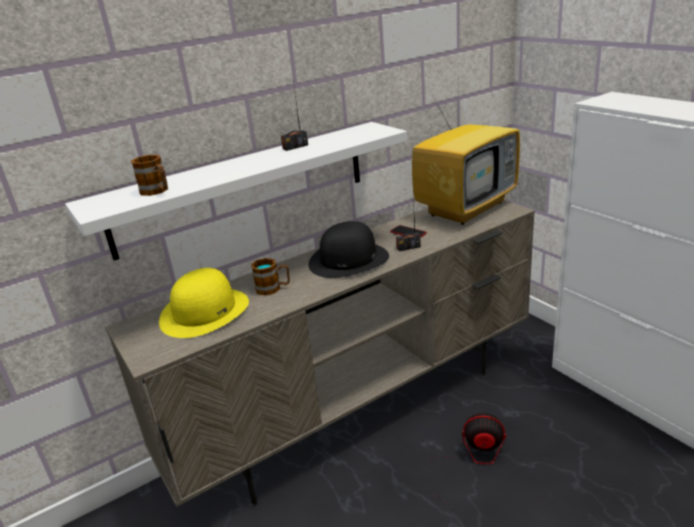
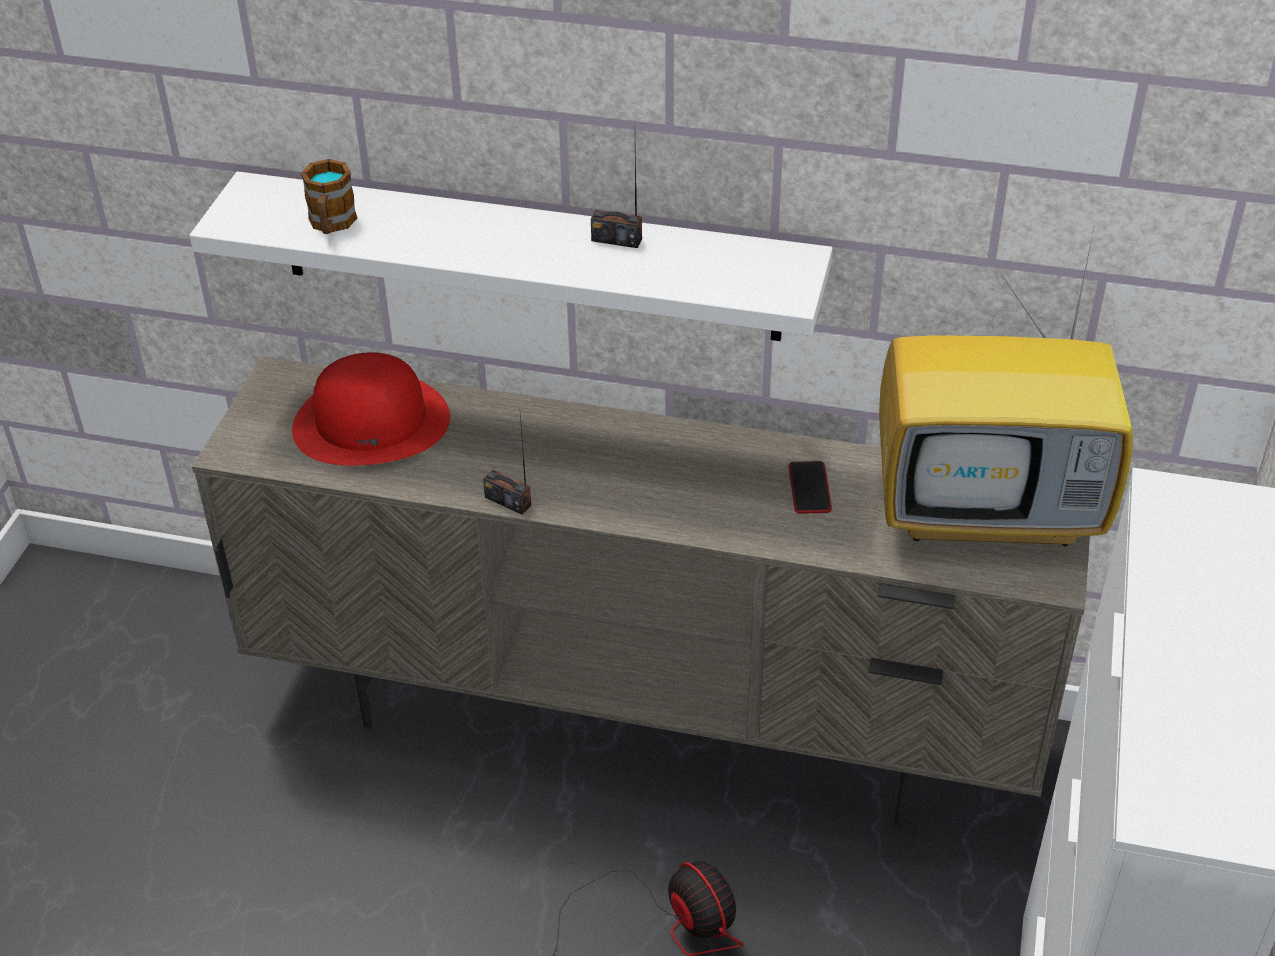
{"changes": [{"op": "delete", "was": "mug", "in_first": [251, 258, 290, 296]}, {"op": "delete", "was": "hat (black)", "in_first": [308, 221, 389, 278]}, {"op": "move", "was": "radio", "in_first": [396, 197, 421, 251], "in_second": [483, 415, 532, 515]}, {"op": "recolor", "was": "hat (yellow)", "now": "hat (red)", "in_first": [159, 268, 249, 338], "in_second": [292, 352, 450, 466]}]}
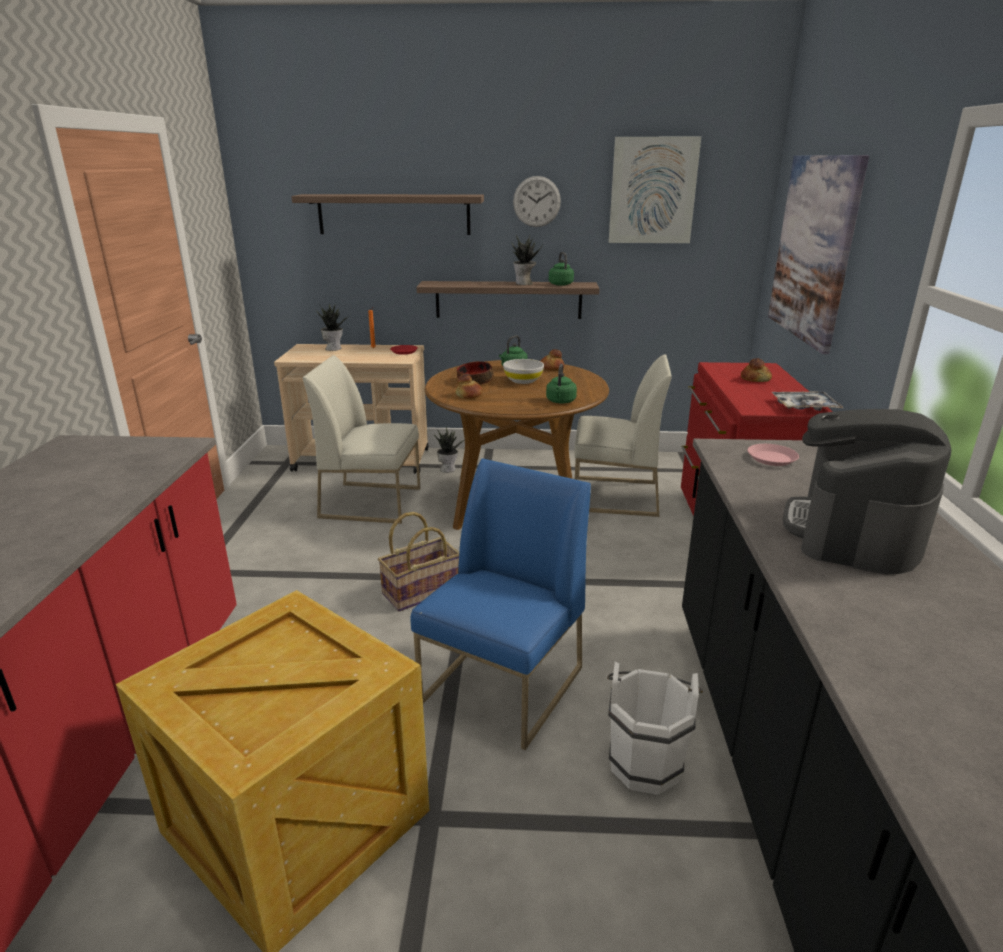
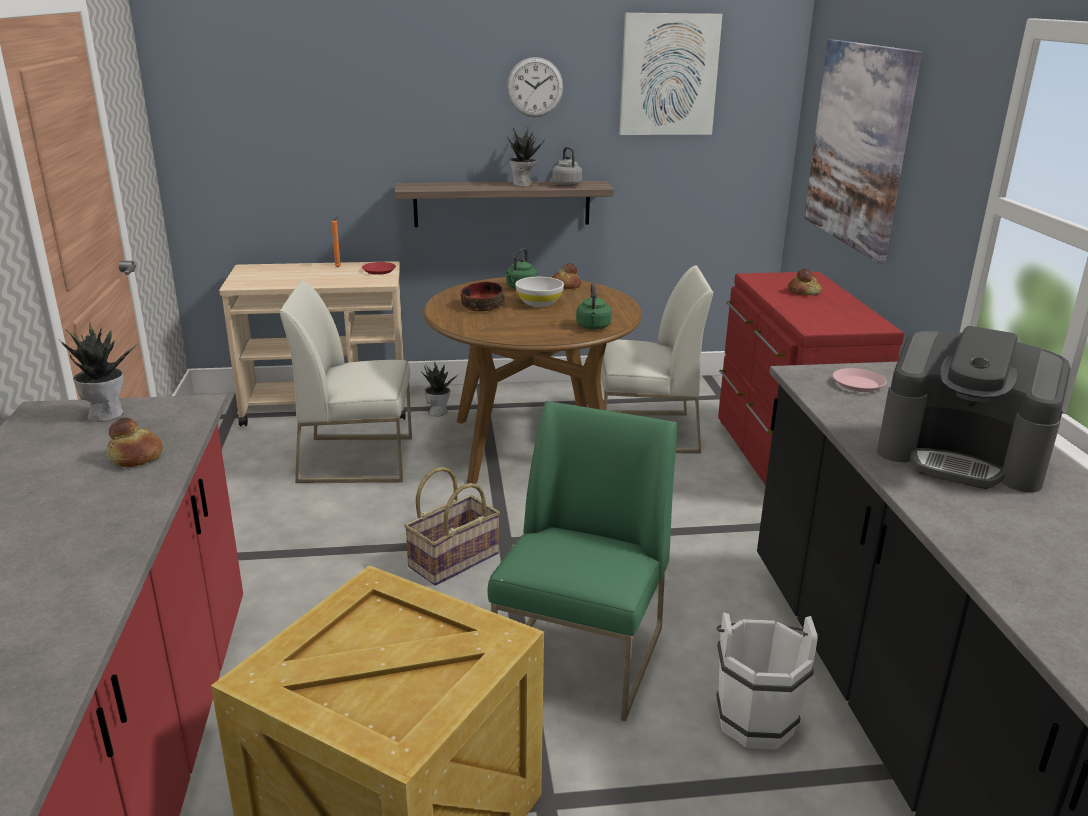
{"changes": [{"op": "delete", "was": "shelf", "in_first": [291, 194, 484, 235]}, {"op": "delete", "was": "tray", "in_first": [772, 392, 843, 411]}, {"op": "move", "was": "potted plant", "in_first": [316, 303, 350, 351], "in_second": [61, 320, 138, 422]}, {"op": "move", "was": "bread", "in_first": [455, 374, 483, 399], "in_second": [107, 418, 163, 467]}, {"op": "recolor", "was": "chair (blue)", "now": "chair (green)", "in_first": [411, 458, 591, 750], "in_second": [488, 401, 677, 721]}, {"op": "recolor", "was": "kettle (green)", "now": "kettle (grey)", "in_first": [549, 252, 574, 286], "in_second": [552, 147, 582, 187]}, {"op": "rotate", "was": "coffee machine", "in_first": [783, 409, 951, 574], "in_second": [877, 326, 1071, 493], "clockwise": -75}]}
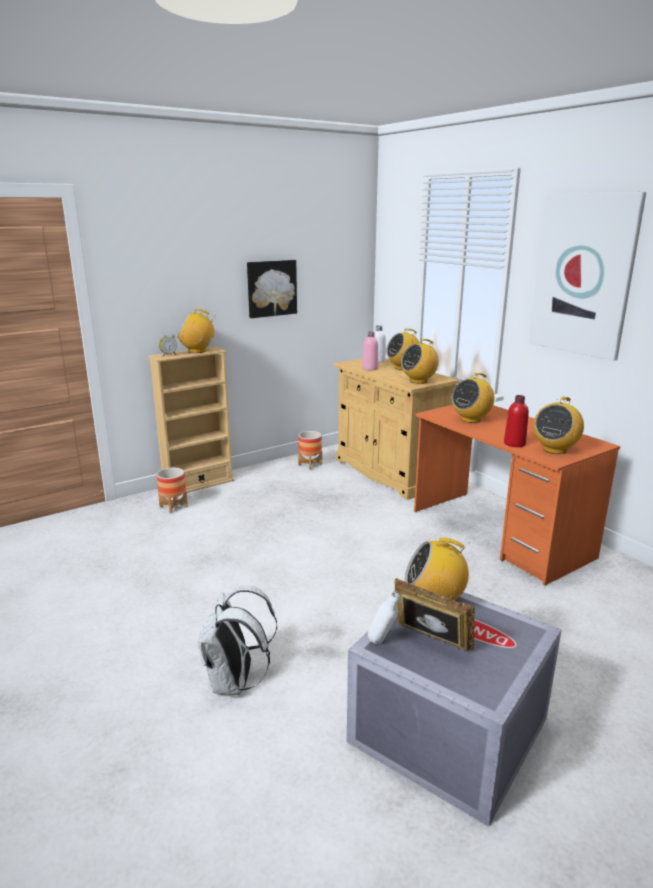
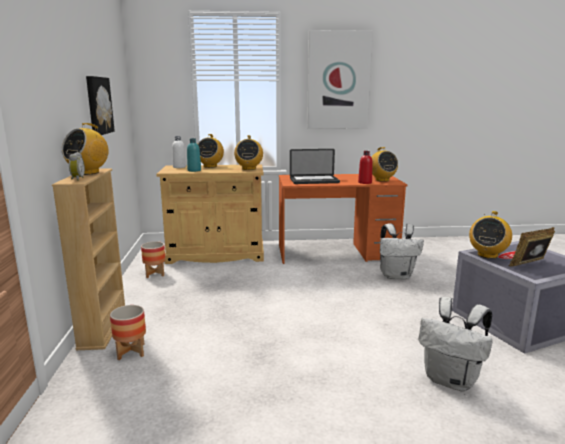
{"changes": [{"op": "delete", "was": "bottle (white)", "in_first": [368, 591, 400, 644]}, {"op": "insert", "now": "backpack (white)", "in_second": [380, 223, 424, 279]}, {"op": "replace", "was": "radio", "now": "laptop", "in_first": [452, 373, 495, 423], "in_second": [290, 149, 340, 184]}, {"op": "recolor", "was": "bottle (pink)", "now": "bottle (turquoise)", "in_first": [362, 331, 378, 370], "in_second": [187, 138, 201, 172]}]}
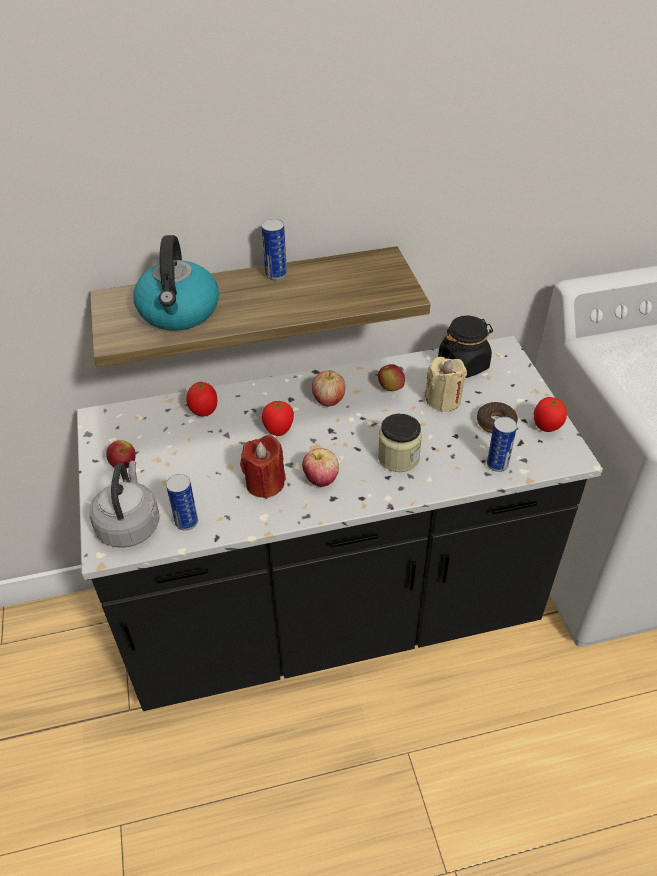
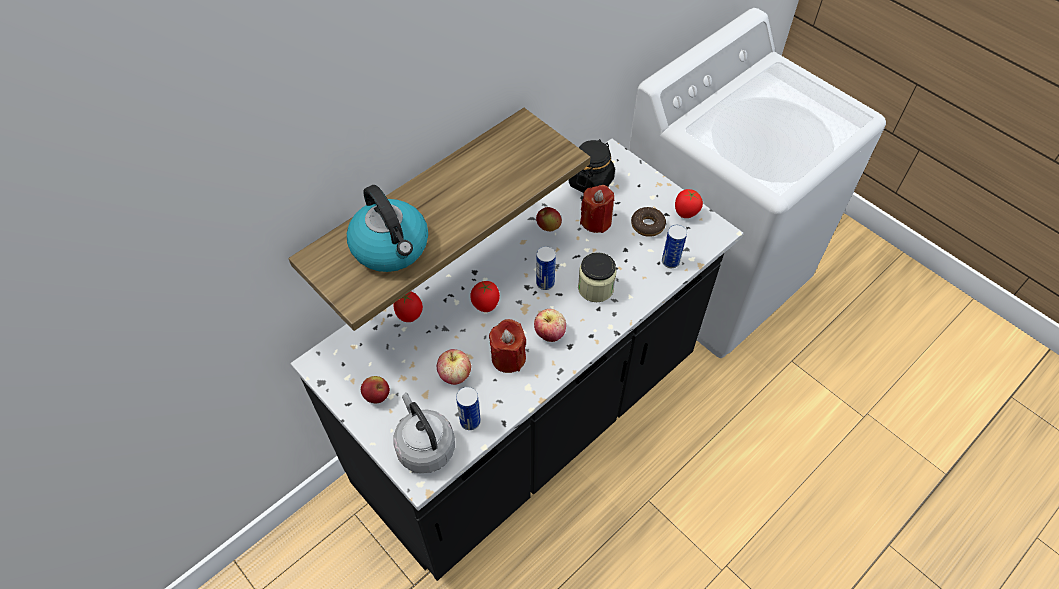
{"changes": [{"op": "move", "was": "can", "in_first": [261, 219, 287, 280], "in_second": [536, 246, 556, 290]}, {"op": "move", "was": "apple", "in_first": [312, 370, 345, 406], "in_second": [437, 349, 471, 385]}, {"op": "recolor", "was": "candle (beige)", "now": "candle (red)", "in_first": [425, 357, 467, 412], "in_second": [580, 185, 614, 233]}]}
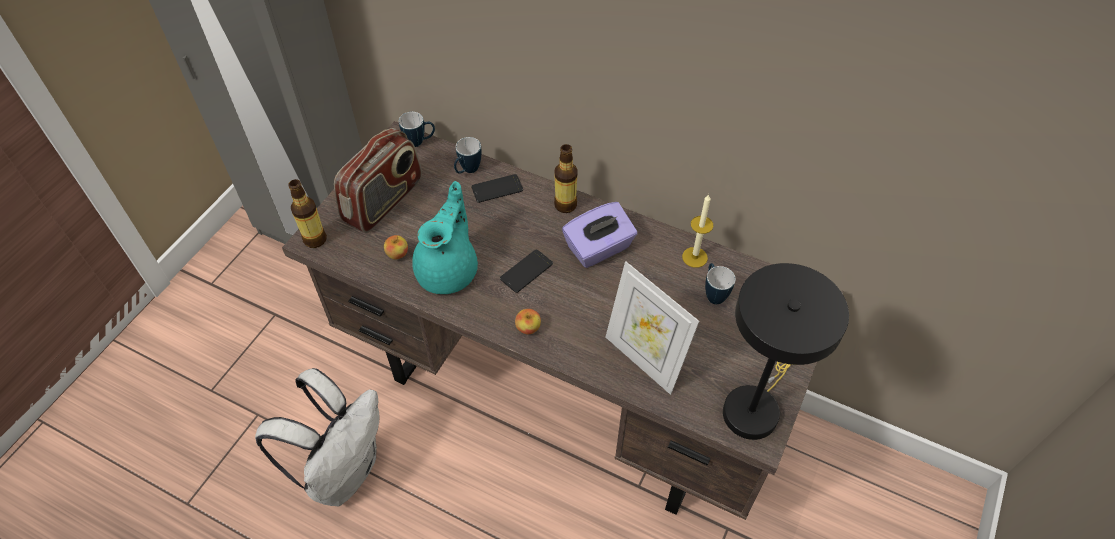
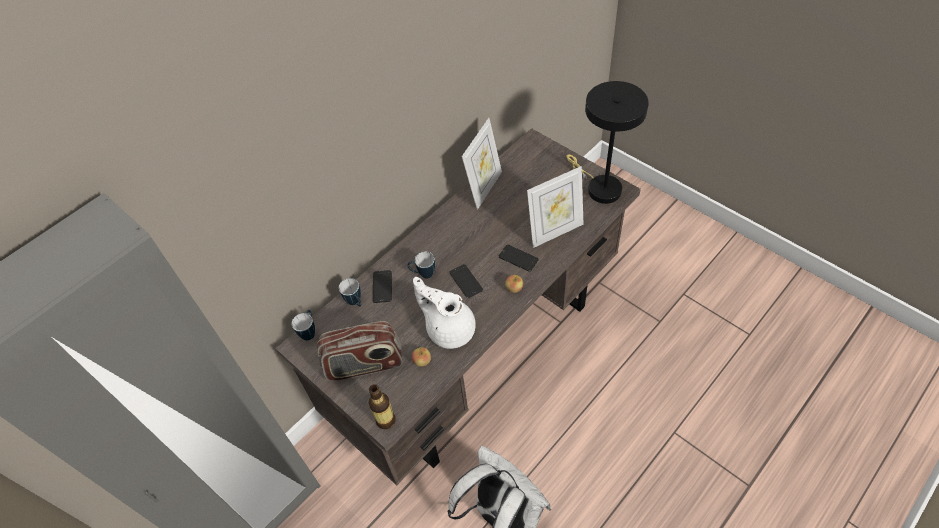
{"changes": [{"op": "delete", "was": "bottle", "in_first": [554, 144, 578, 213]}, {"op": "delete", "was": "tissue box (purple)", "in_first": [562, 202, 637, 268]}, {"op": "insert", "now": "phone", "in_second": [498, 245, 539, 272]}, {"op": "move", "was": "mug", "in_first": [705, 263, 736, 304], "in_second": [408, 252, 435, 279]}, {"op": "replace", "was": "candle", "now": "picture frame", "in_first": [682, 194, 713, 268], "in_second": [462, 118, 502, 210]}, {"op": "recolor", "was": "teapot (turquoise)", "now": "teapot (white)", "in_first": [412, 181, 478, 294], "in_second": [413, 277, 476, 349]}, {"op": "rotate", "was": "radio", "in_first": [334, 128, 422, 233], "in_second": [317, 321, 403, 381], "clockwise": 120}]}
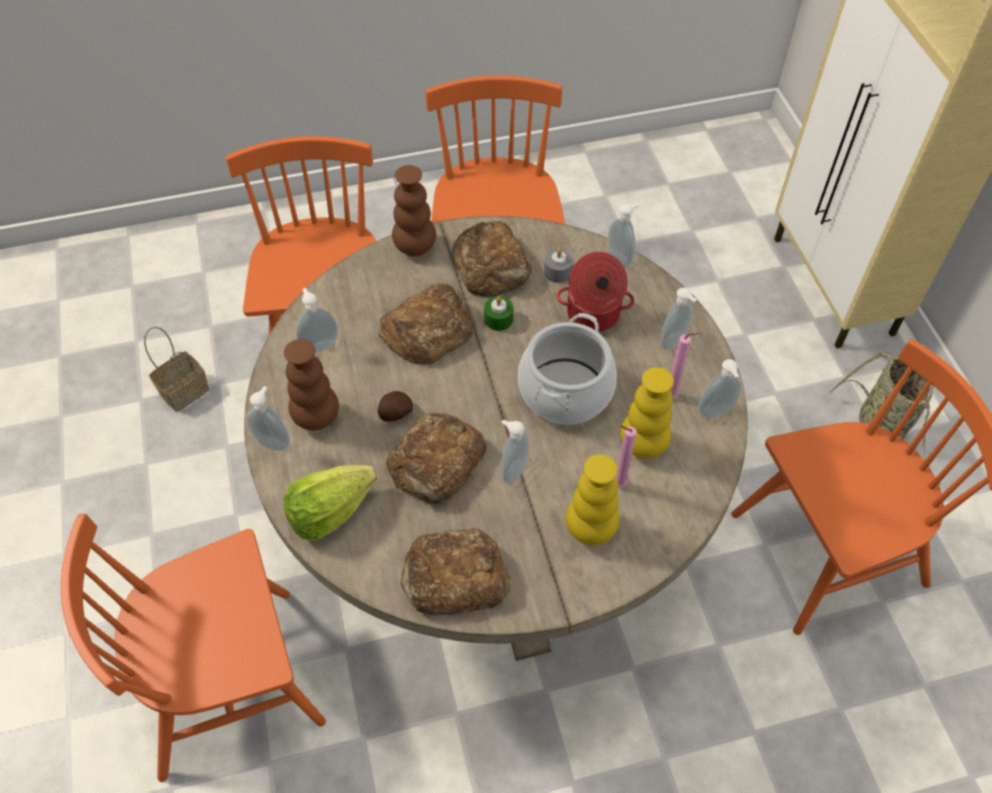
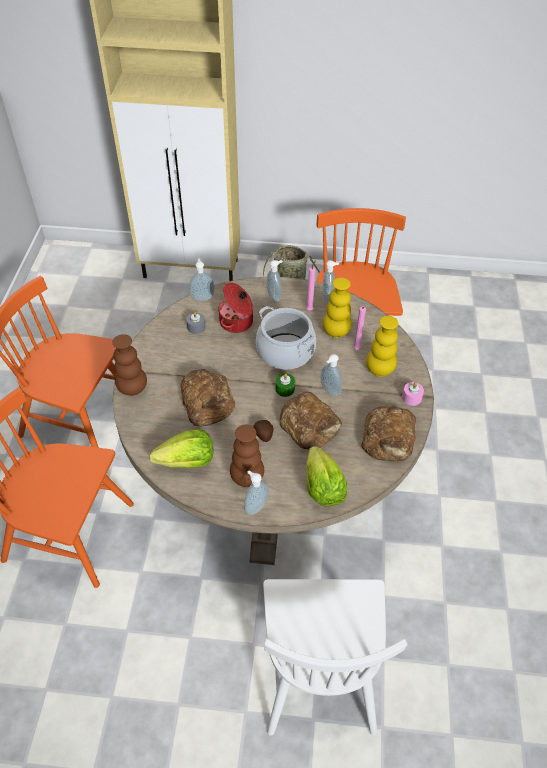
{"changes": [{"op": "delete", "was": "basket", "in_first": [144, 327, 209, 412]}, {"op": "delete", "was": "bread", "in_first": [451, 221, 532, 298]}, {"op": "insert", "now": "candle (pink)", "in_second": [402, 382, 424, 406]}, {"op": "move", "was": "candle (green)", "in_first": [484, 296, 513, 331], "in_second": [275, 373, 295, 397]}, {"op": "replace", "was": "soap dispenser", "now": "lettuce", "in_first": [296, 288, 338, 353], "in_second": [149, 429, 213, 468]}, {"op": "recolor", "was": "chair (orange)", "now": "chair (white)", "in_first": [61, 514, 326, 782], "in_second": [263, 579, 407, 736]}]}
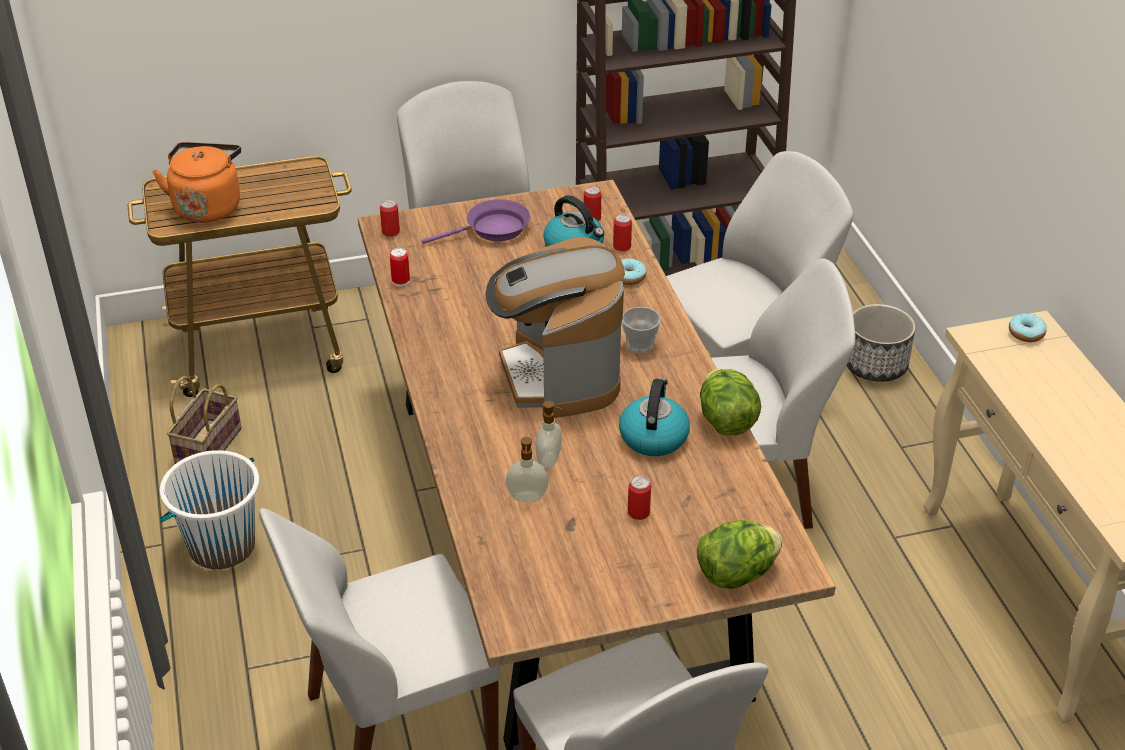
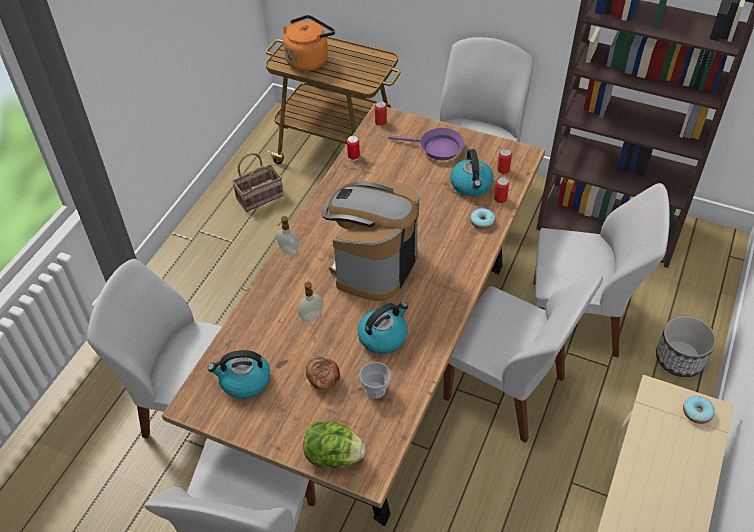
{"changes": [{"op": "delete", "was": "bucket (white)", "in_first": [159, 450, 260, 569]}, {"op": "delete", "was": "lettuce", "in_first": [700, 368, 761, 435]}, {"op": "insert", "now": "kettle", "in_second": [208, 350, 270, 399]}, {"op": "move", "was": "soap dispenser", "in_first": [506, 437, 549, 502], "in_second": [276, 216, 299, 256]}, {"op": "move", "was": "cup", "in_first": [622, 307, 661, 354], "in_second": [359, 362, 391, 399]}, {"op": "replace", "was": "can", "now": "bread", "in_first": [628, 475, 651, 520], "in_second": [306, 357, 340, 391]}]}
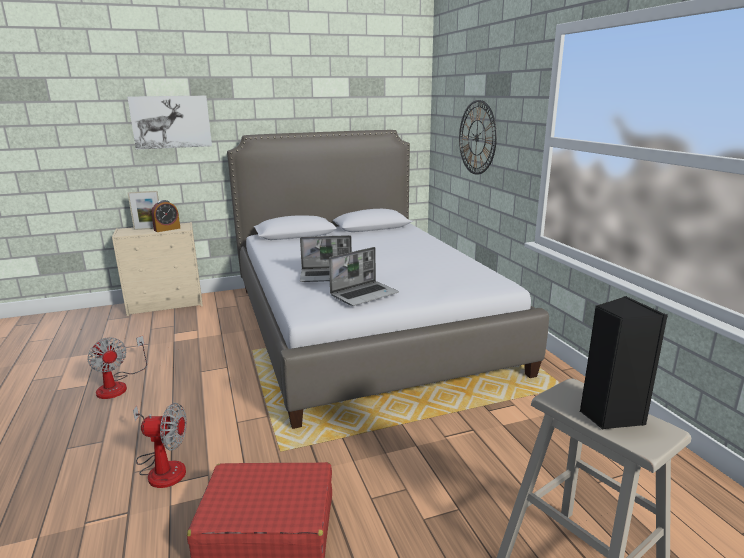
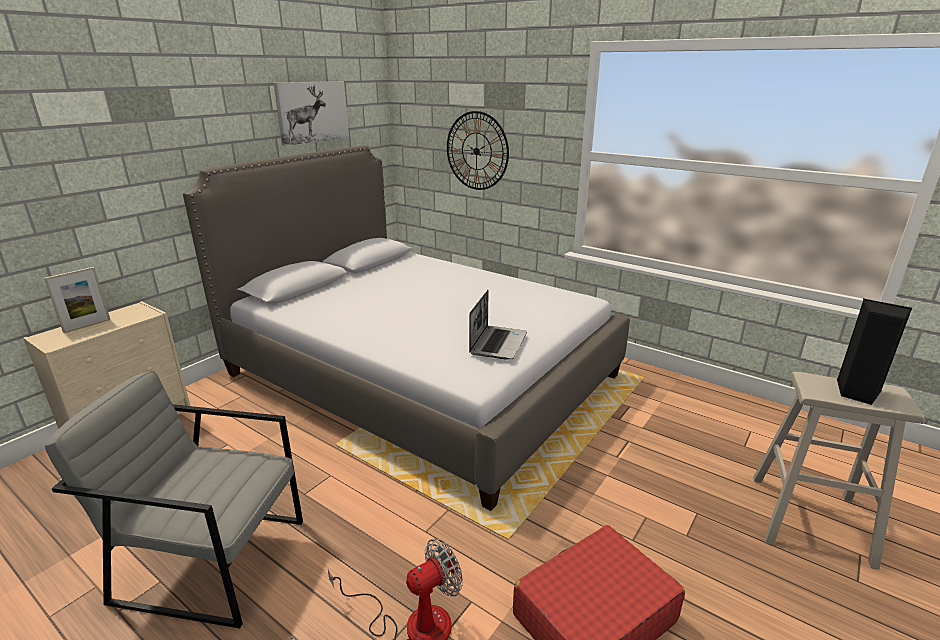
{"changes": [{"op": "delete", "was": "alarm clock", "in_first": [151, 200, 180, 232]}, {"op": "delete", "was": "laptop", "in_first": [300, 235, 352, 282]}, {"op": "move", "was": "picture", "in_first": [127, 96, 212, 149], "in_second": [273, 81, 349, 146]}, {"op": "replace", "was": "fan", "now": "armchair (grey)", "in_first": [88, 336, 147, 399], "in_second": [45, 371, 303, 628]}]}
